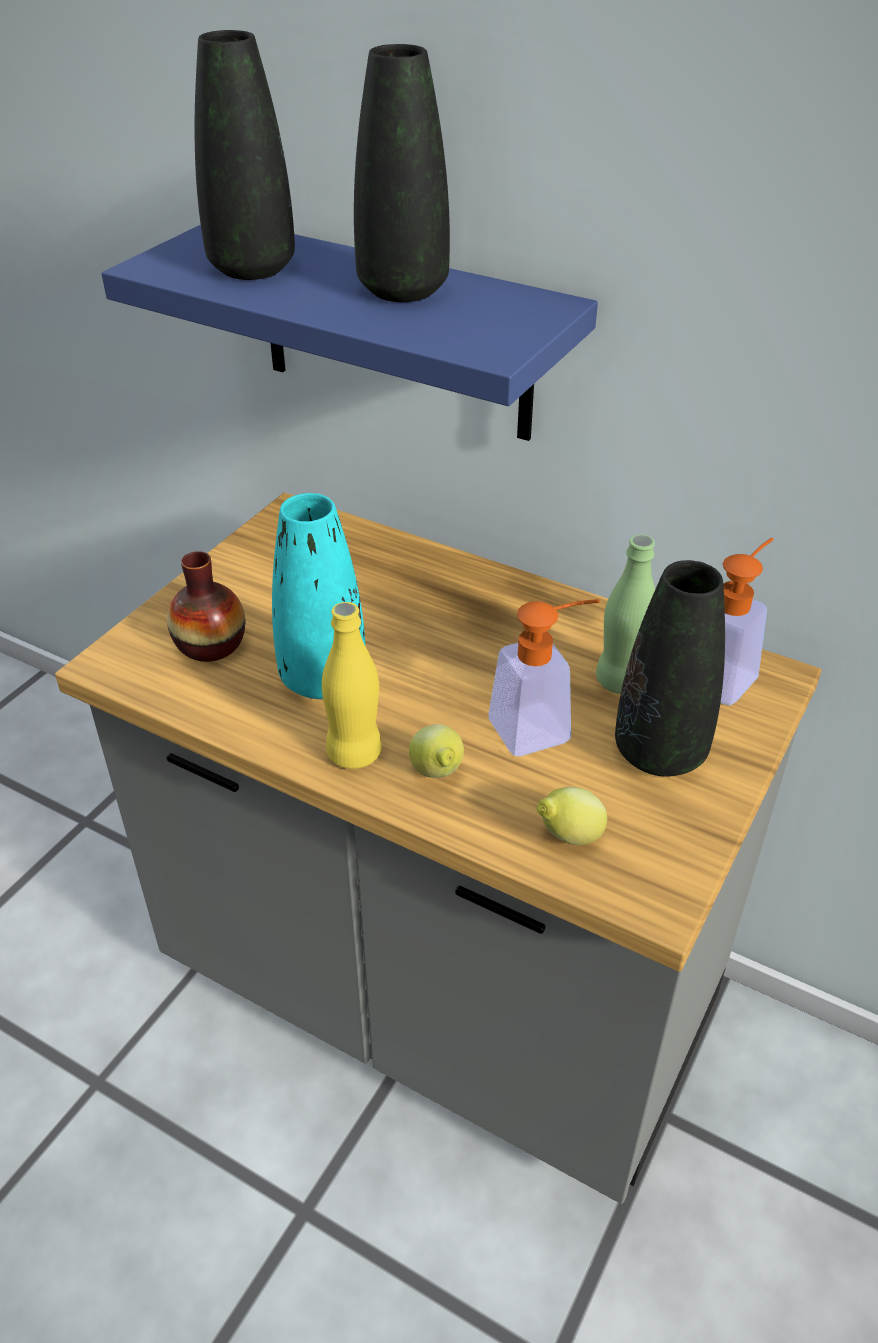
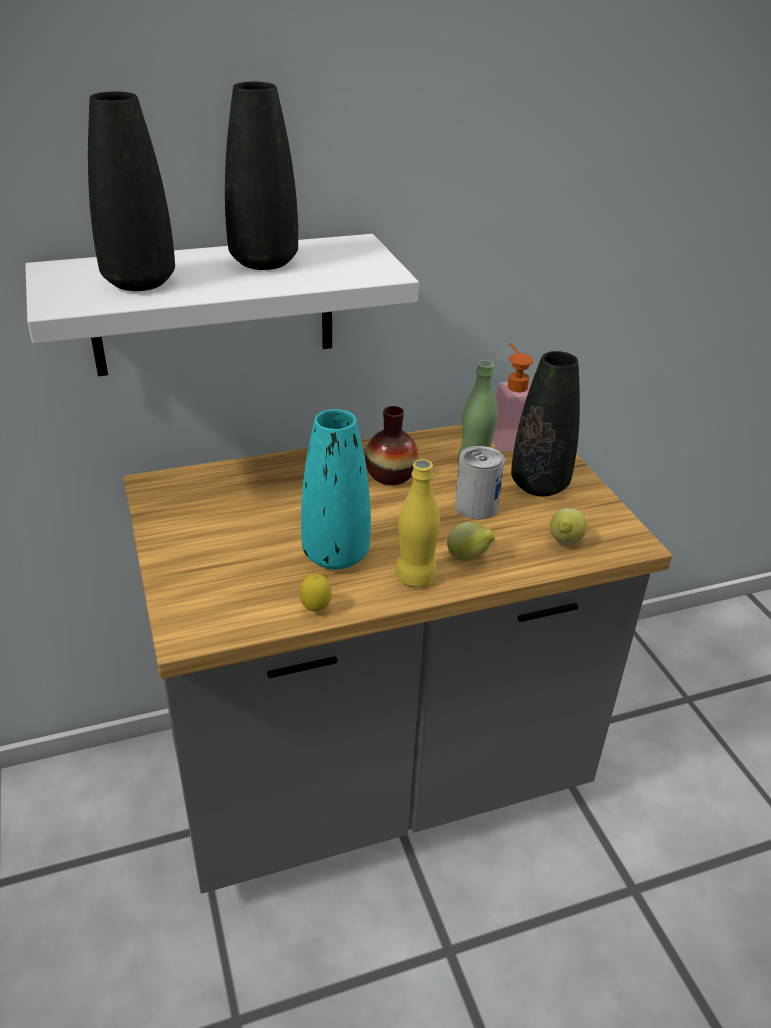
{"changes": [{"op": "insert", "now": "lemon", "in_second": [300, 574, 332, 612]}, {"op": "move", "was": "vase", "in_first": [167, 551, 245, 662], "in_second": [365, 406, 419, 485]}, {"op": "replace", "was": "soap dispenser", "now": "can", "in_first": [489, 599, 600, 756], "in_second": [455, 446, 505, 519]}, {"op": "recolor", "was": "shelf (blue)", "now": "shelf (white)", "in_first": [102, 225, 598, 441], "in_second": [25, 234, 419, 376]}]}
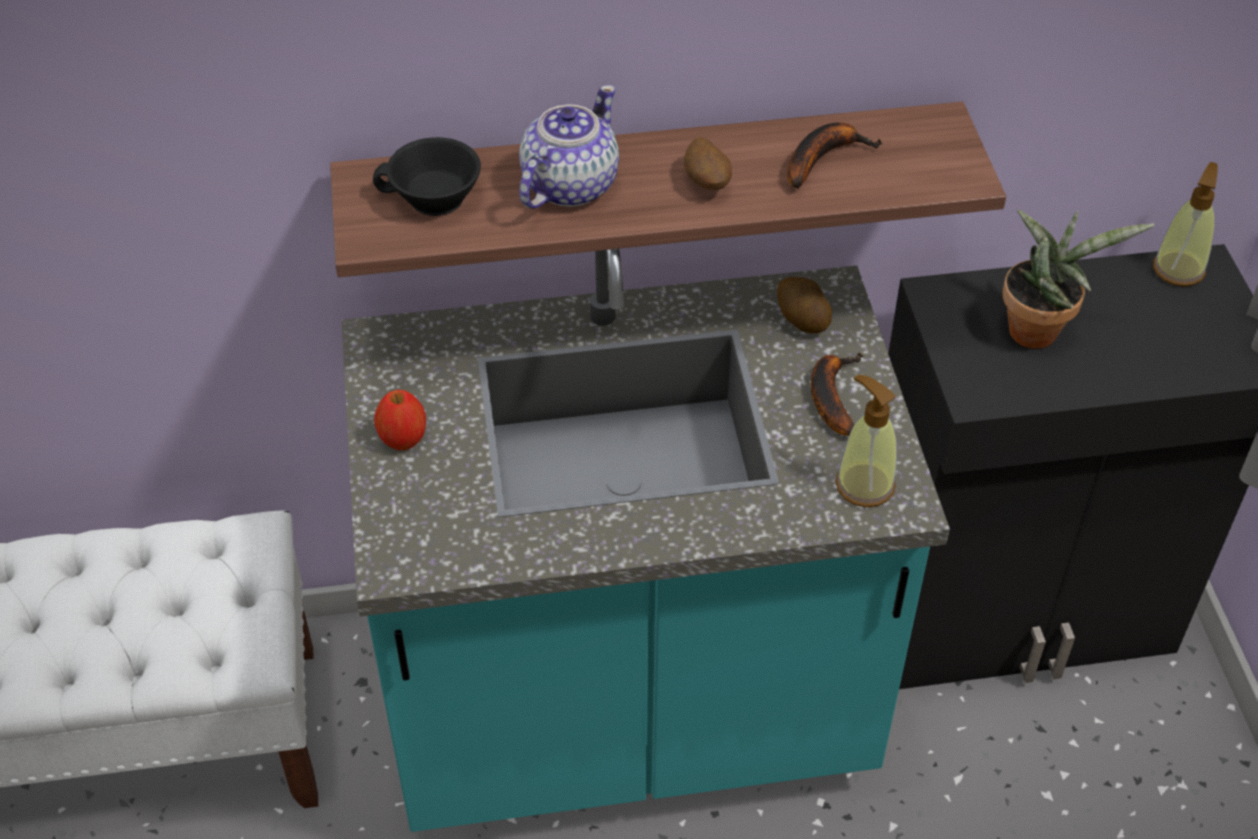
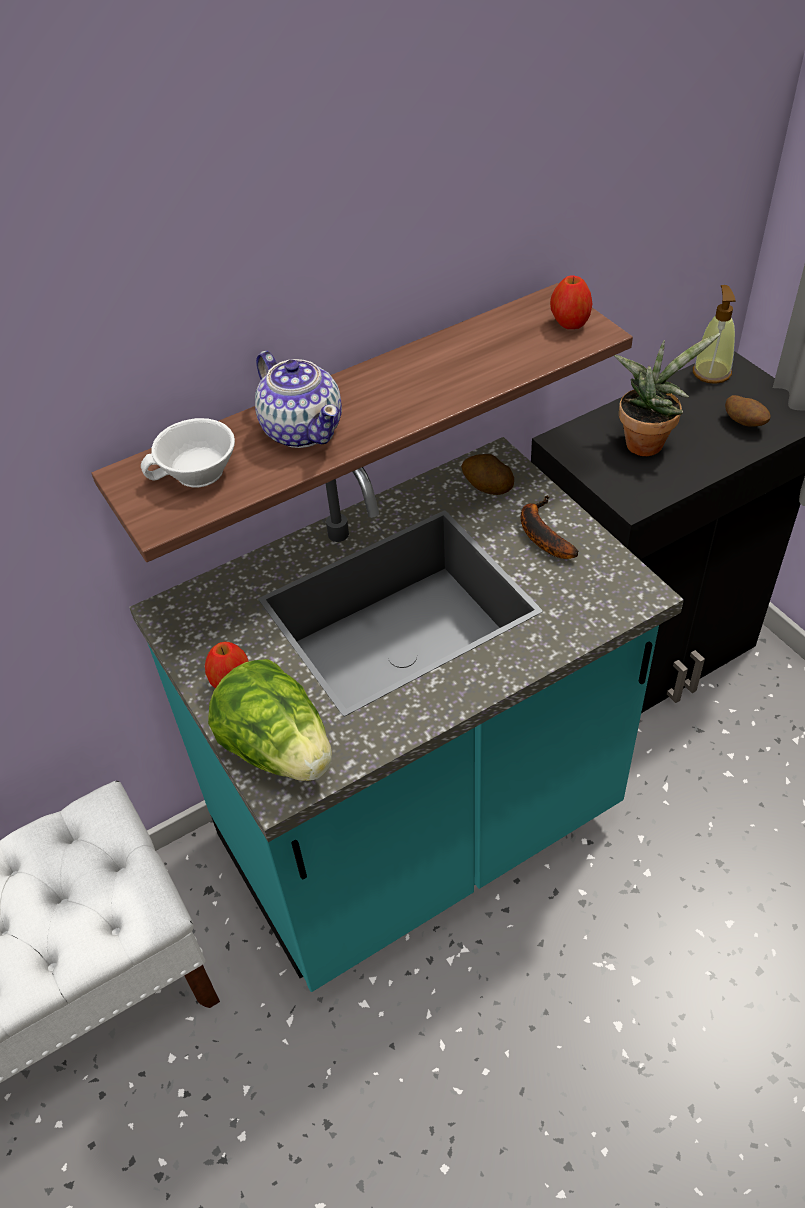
{"changes": [{"op": "delete", "was": "banana", "in_first": [787, 122, 882, 189]}, {"op": "delete", "was": "soap dispenser", "in_first": [835, 374, 897, 507]}, {"op": "insert", "now": "lettuce", "in_second": [208, 659, 332, 781]}, {"op": "insert", "now": "apple", "in_second": [550, 276, 593, 329]}, {"op": "move", "was": "potato", "in_first": [684, 137, 732, 190], "in_second": [725, 395, 771, 427]}, {"op": "recolor", "was": "cup (black)", "now": "cup (white)", "in_first": [373, 137, 481, 216], "in_second": [141, 418, 235, 487]}, {"op": "rotate", "was": "teapot", "in_first": [519, 85, 619, 209], "in_second": [255, 351, 342, 448], "clockwise": 135}]}
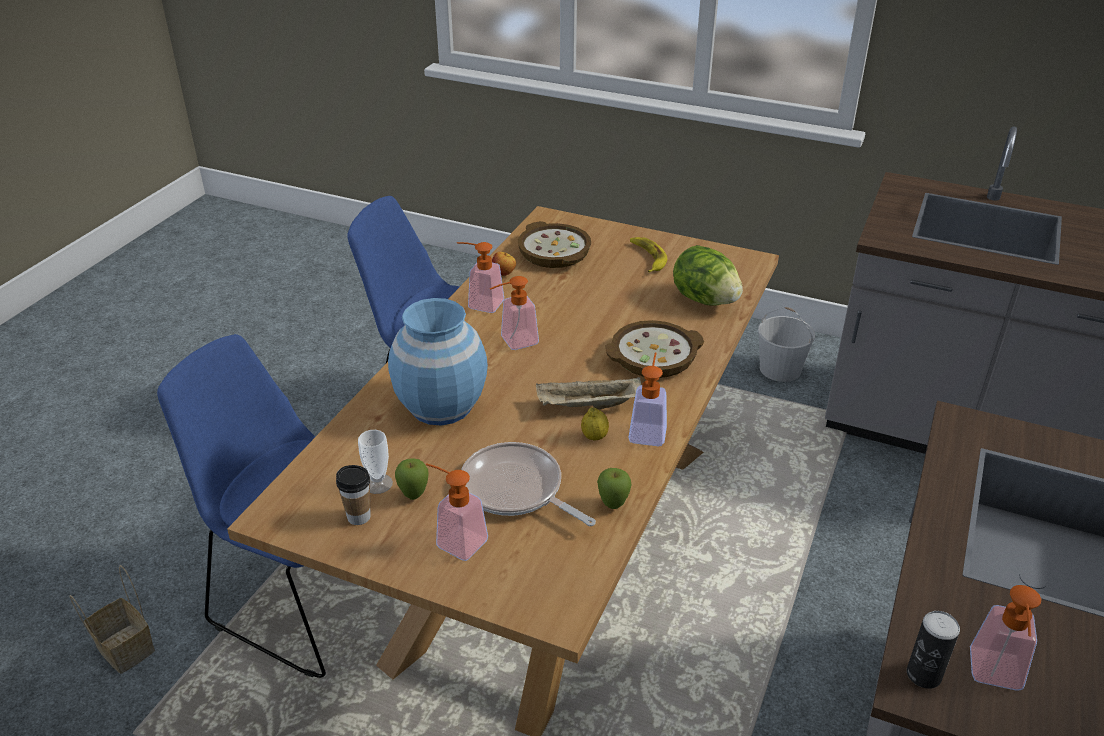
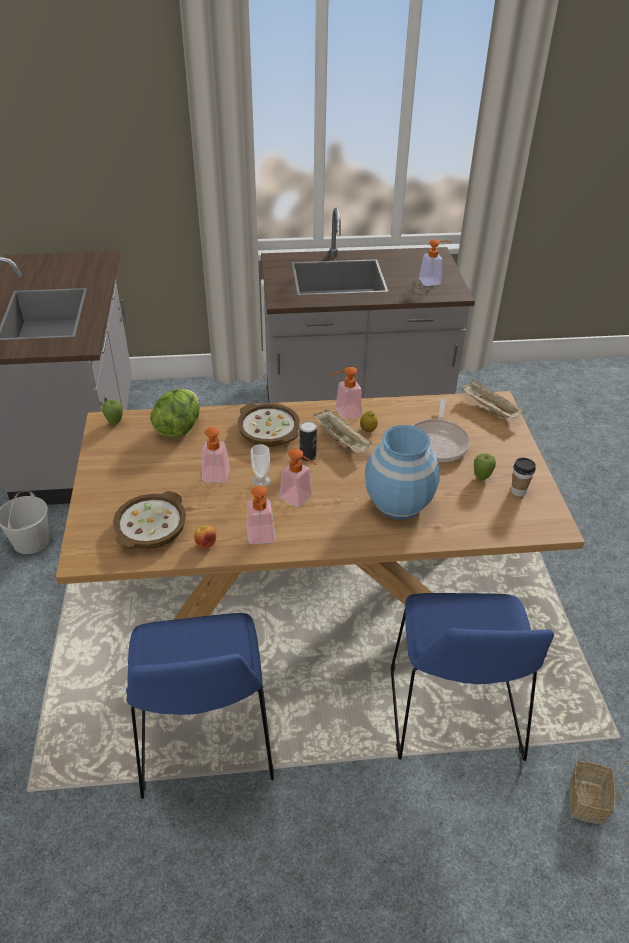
{"changes": [{"op": "delete", "was": "banana", "in_first": [630, 237, 667, 273]}, {"op": "insert", "now": "tray (beige)", "in_second": [461, 380, 525, 418]}, {"op": "move", "was": "cup", "in_first": [358, 430, 393, 494], "in_second": [251, 444, 271, 487]}, {"op": "move", "was": "soap dispenser", "in_first": [426, 463, 488, 561], "in_second": [202, 427, 230, 483]}, {"op": "move", "was": "apple", "in_first": [597, 468, 632, 509], "in_second": [102, 400, 123, 425]}, {"op": "move", "was": "can", "in_first": [907, 611, 960, 689], "in_second": [300, 421, 317, 461]}]}
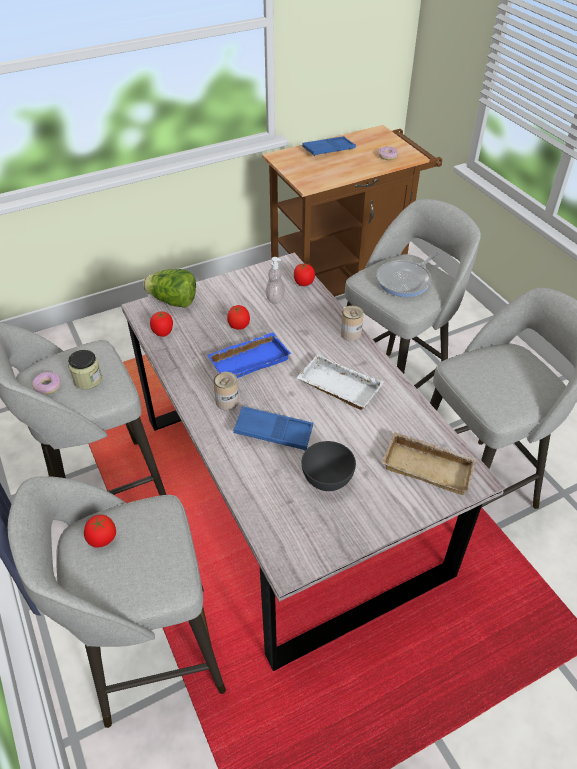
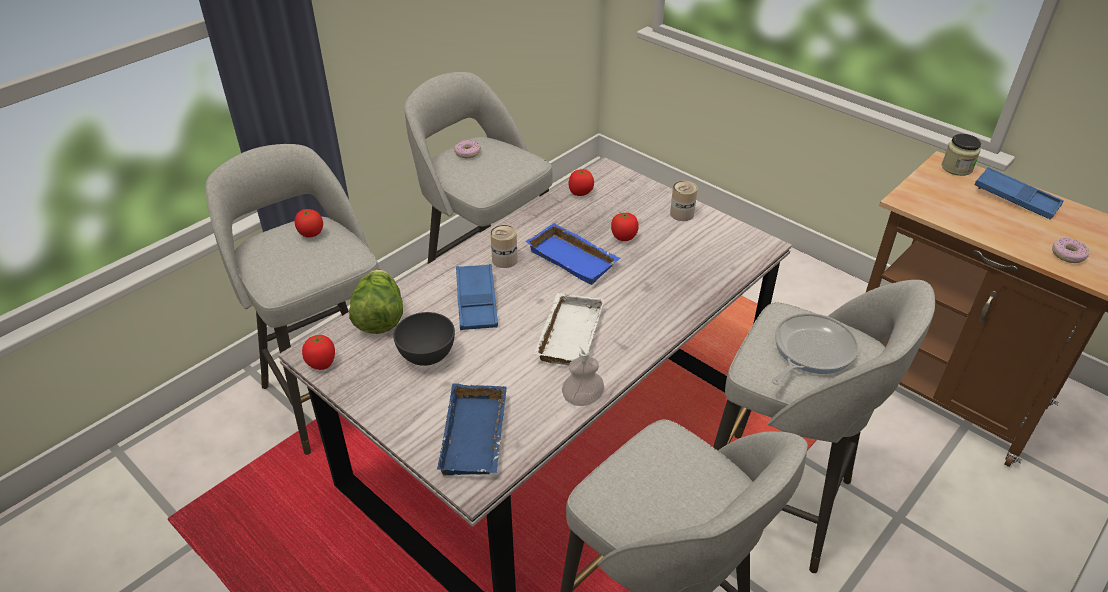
{"changes": [{"op": "move", "was": "jar", "in_first": [68, 350, 102, 389], "in_second": [941, 134, 981, 176]}, {"op": "move", "was": "lettuce", "in_first": [143, 269, 196, 308], "in_second": [349, 270, 403, 334]}, {"op": "move", "was": "soap dispenser", "in_first": [266, 257, 285, 304], "in_second": [562, 343, 605, 406]}, {"op": "move", "was": "tomato", "in_first": [294, 263, 315, 286], "in_second": [302, 335, 335, 370]}, {"op": "move", "was": "can", "in_first": [341, 306, 364, 341], "in_second": [670, 181, 698, 221]}, {"op": "recolor", "was": "tray (beige)", "now": "tray (blue)", "in_first": [382, 432, 477, 495], "in_second": [437, 384, 507, 475]}, {"op": "rotate", "was": "frying pan", "in_first": [376, 252, 440, 297], "in_second": [772, 313, 859, 385], "clockwise": 105}]}
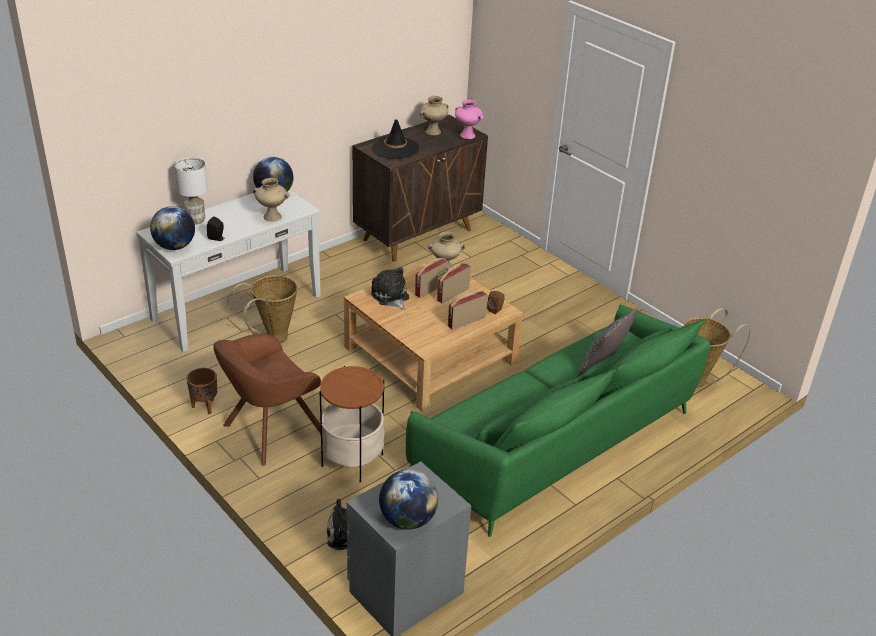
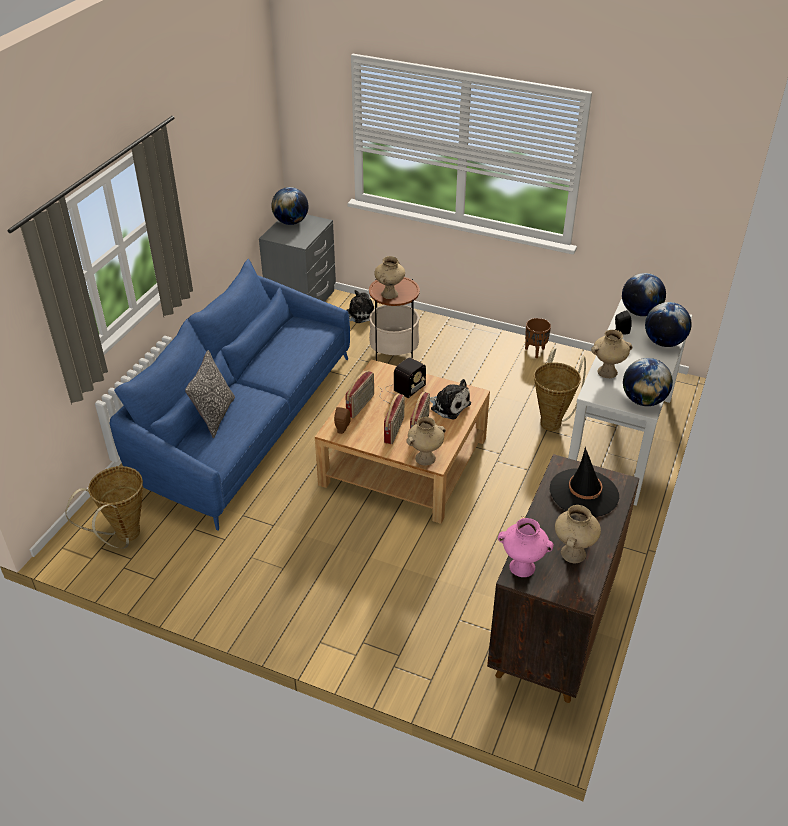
{"changes": [{"op": "delete", "was": "armchair (brown)", "in_first": [213, 333, 321, 466]}, {"op": "insert", "now": "vase (beige)", "in_second": [374, 256, 405, 299]}, {"op": "insert", "now": "radio", "in_second": [379, 357, 426, 404]}, {"op": "replace", "was": "table lamp (white)", "now": "globe", "in_first": [174, 157, 208, 225], "in_second": [645, 302, 692, 347]}, {"op": "recolor", "was": "sofa (green)", "now": "sofa (blue)", "in_first": [406, 304, 710, 537], "in_second": [109, 258, 350, 530]}]}
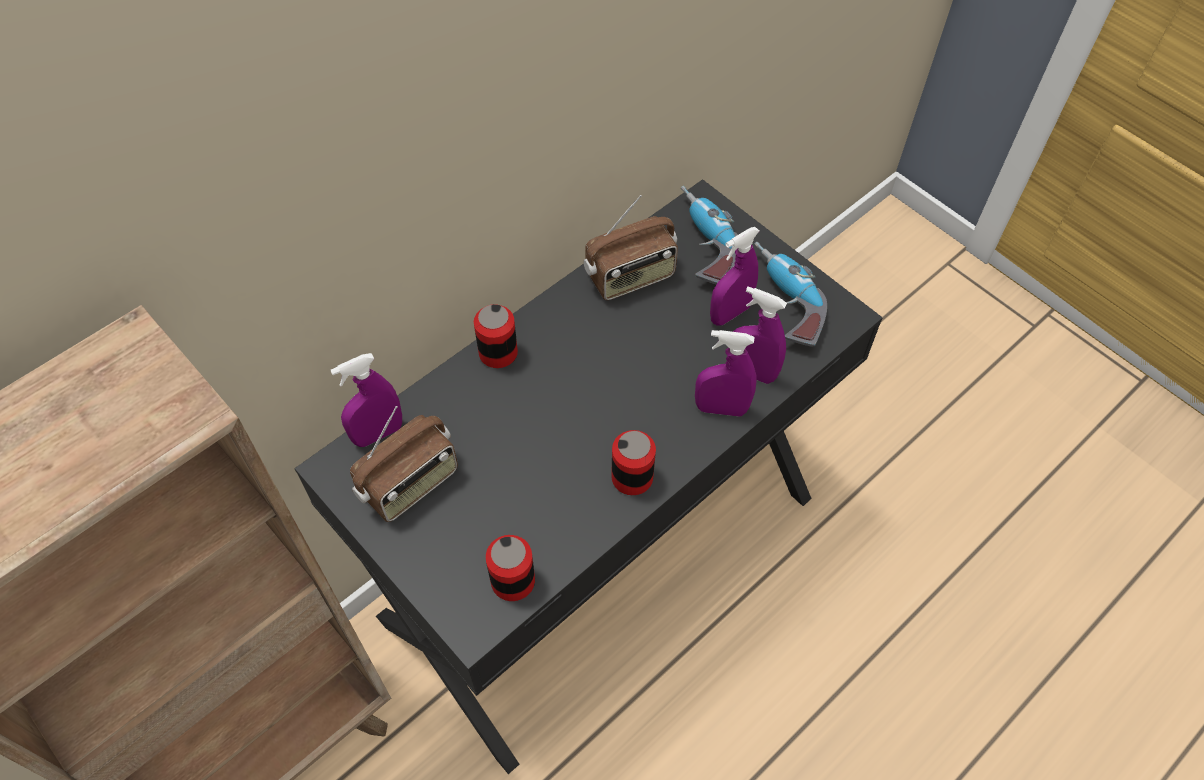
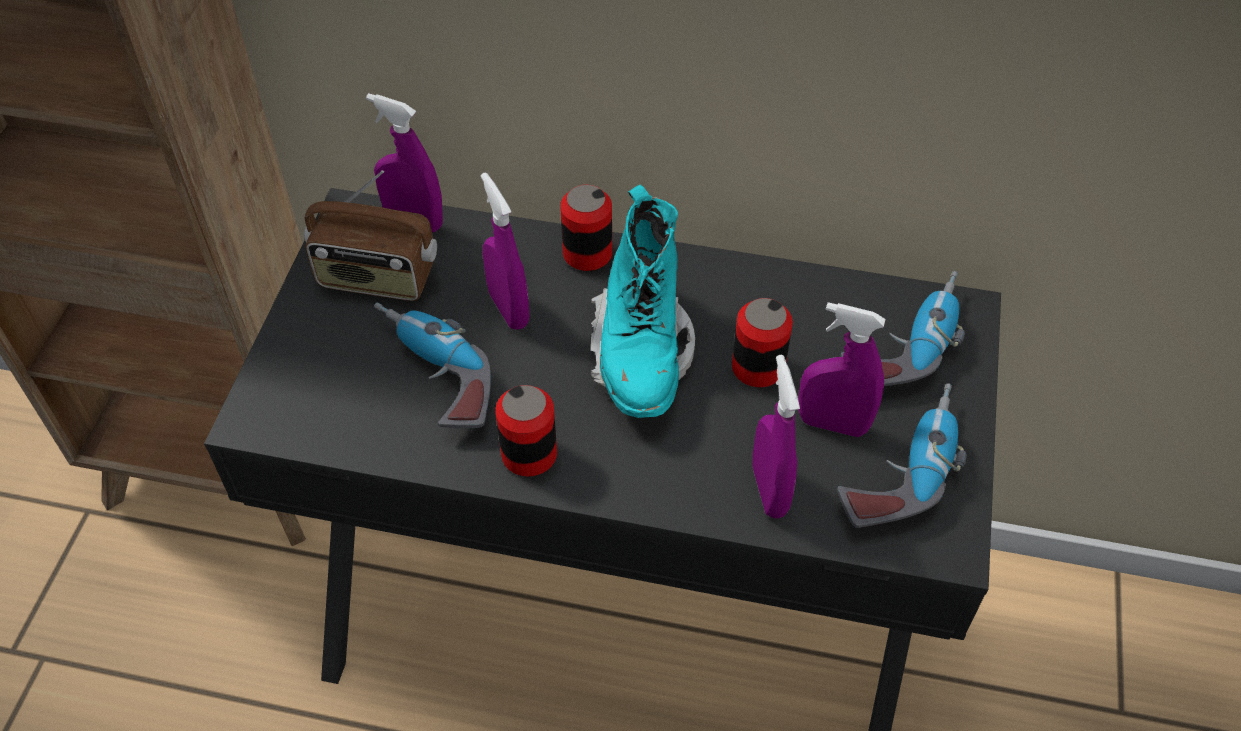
{"changes": [{"op": "delete", "was": "radio", "in_first": [583, 195, 678, 300]}, {"op": "insert", "now": "power drill", "in_second": [374, 302, 491, 428]}, {"op": "insert", "now": "boot (turquoise)", "in_second": [591, 185, 695, 418]}, {"op": "move", "was": "can", "in_first": [486, 535, 535, 601], "in_second": [732, 298, 793, 387]}, {"op": "move", "was": "spray bottle (purple)", "in_first": [695, 330, 757, 417], "in_second": [481, 172, 529, 330]}]}
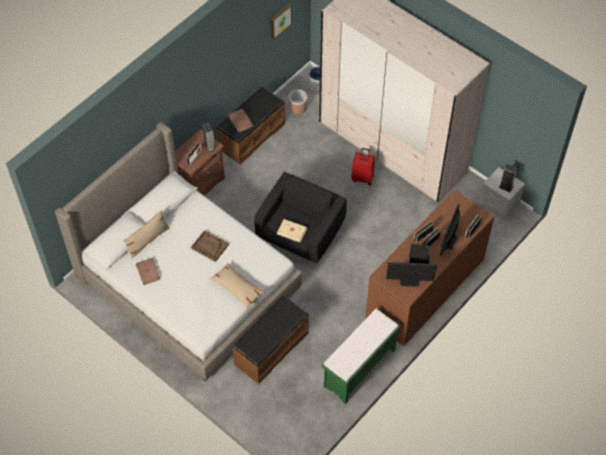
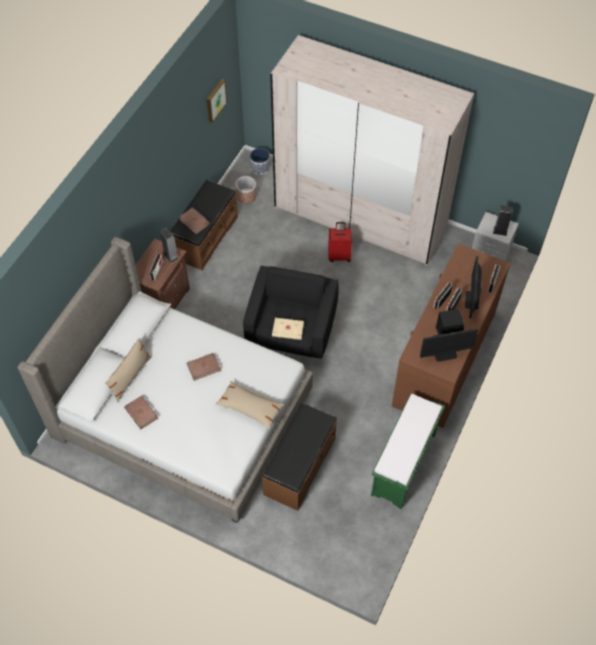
{"changes": [{"op": "replace", "was": "tray (brown)", "now": "book (brown)", "in_first": [191, 230, 229, 262], "in_second": [186, 353, 222, 381]}]}
